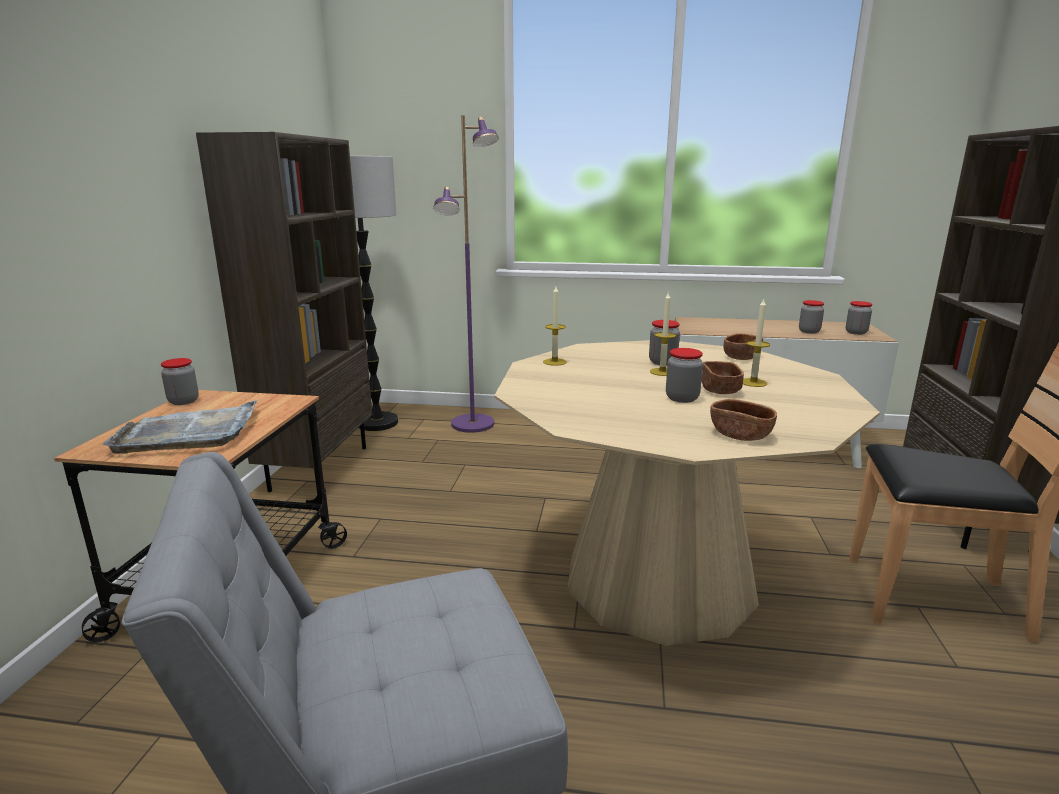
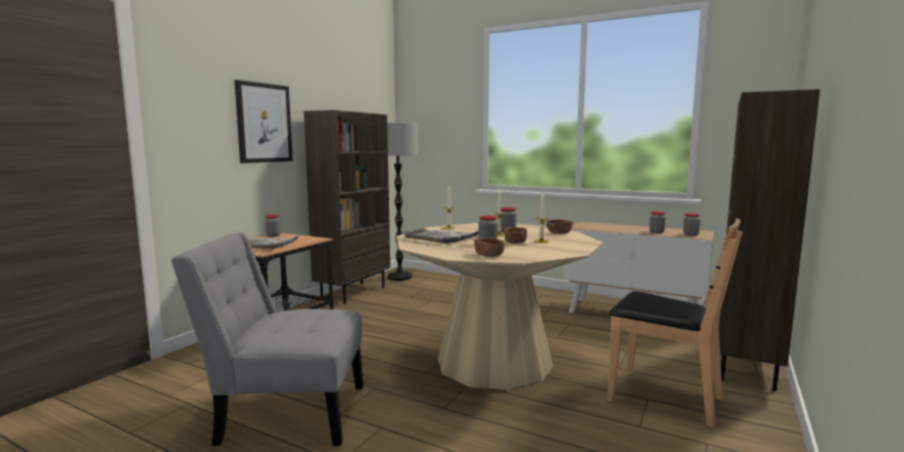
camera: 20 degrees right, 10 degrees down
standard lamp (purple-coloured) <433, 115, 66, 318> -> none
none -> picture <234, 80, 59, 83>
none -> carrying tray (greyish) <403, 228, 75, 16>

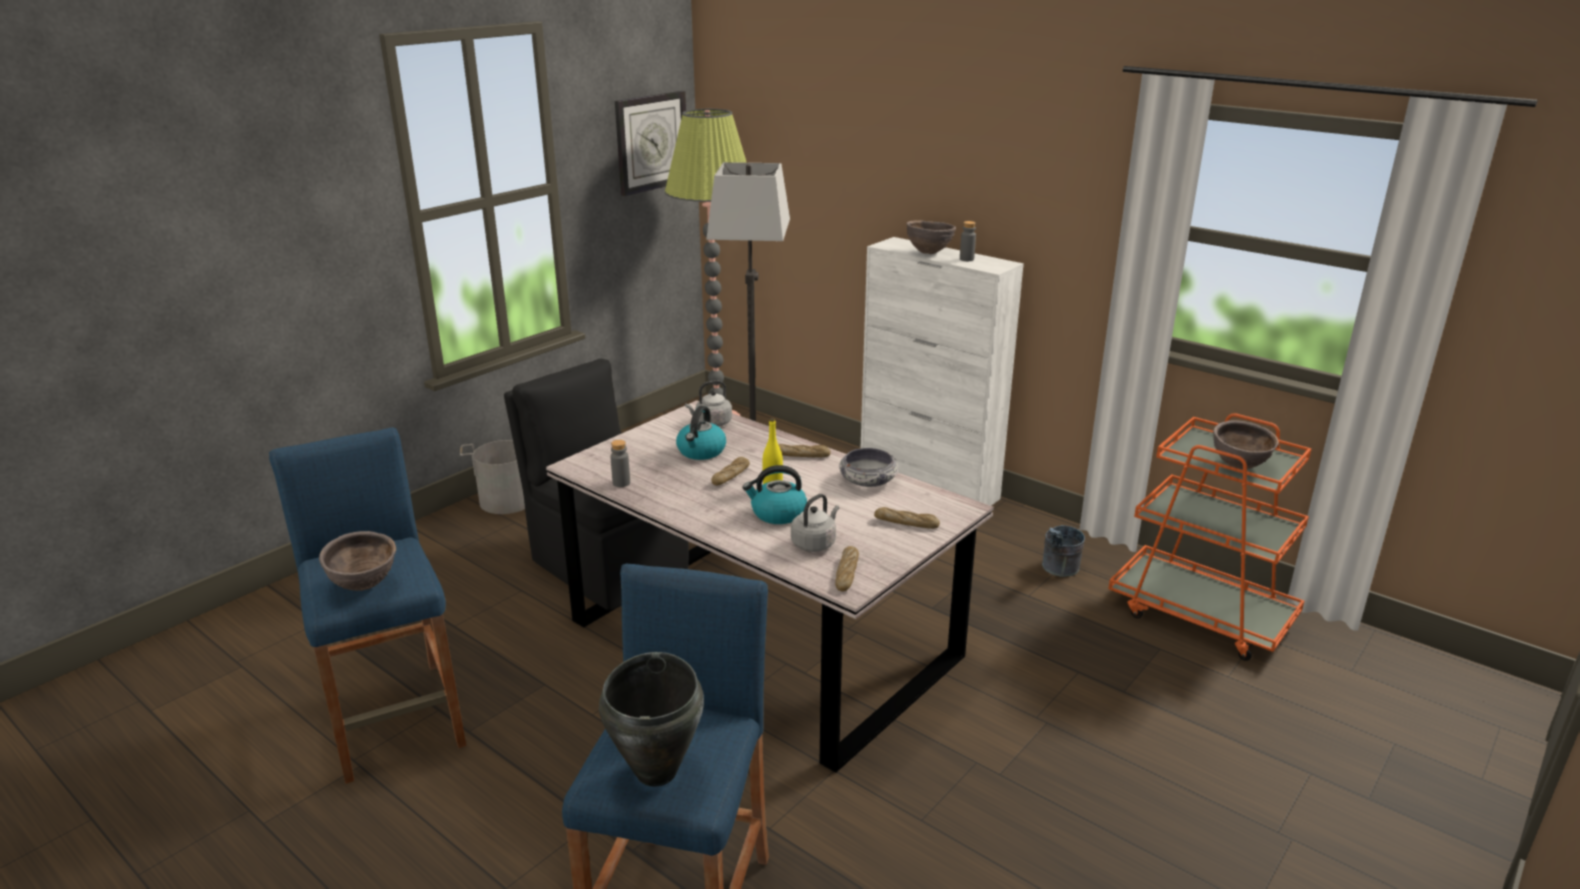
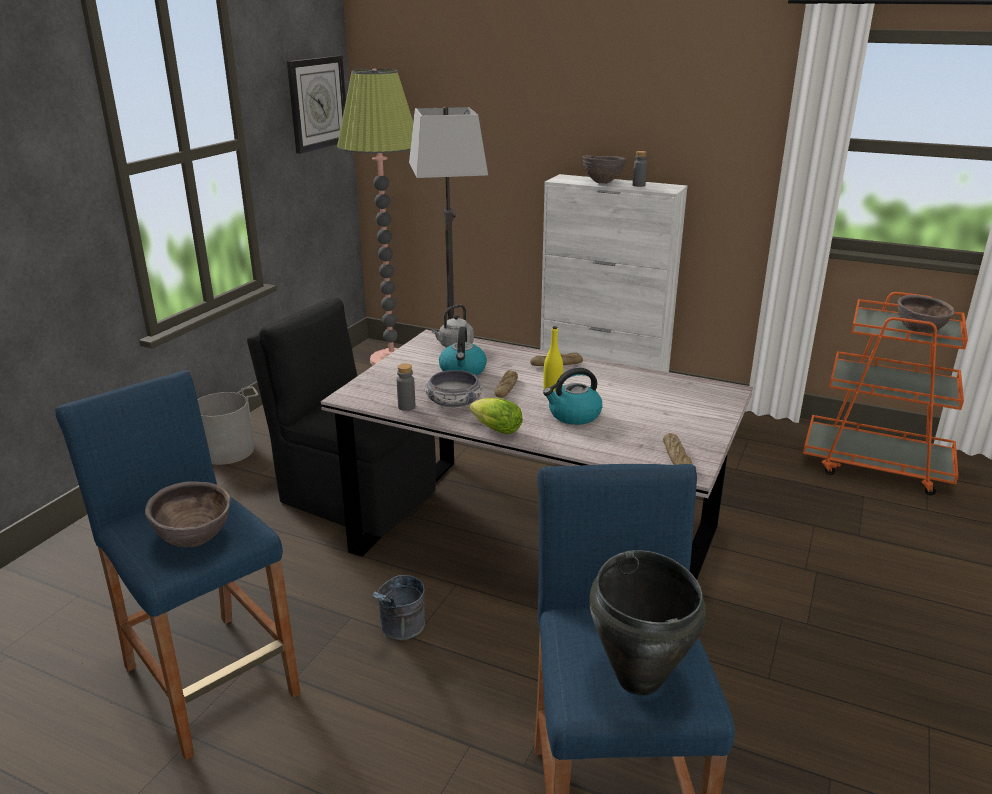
camera: 15 degrees left, 0 degrees up
bowl <839, 448, 59, 39> -> bowl <425, 370, 58, 37>, relocated
water kettle (greyish) <791, 494, 48, 58> -> none
baked bread <874, 507, 66, 22> -> none
pail (greyish) <1042, 525, 43, 52> -> pail (greyish) <372, 575, 53, 65>, relocated
none -> head of lettuce <470, 398, 53, 36>

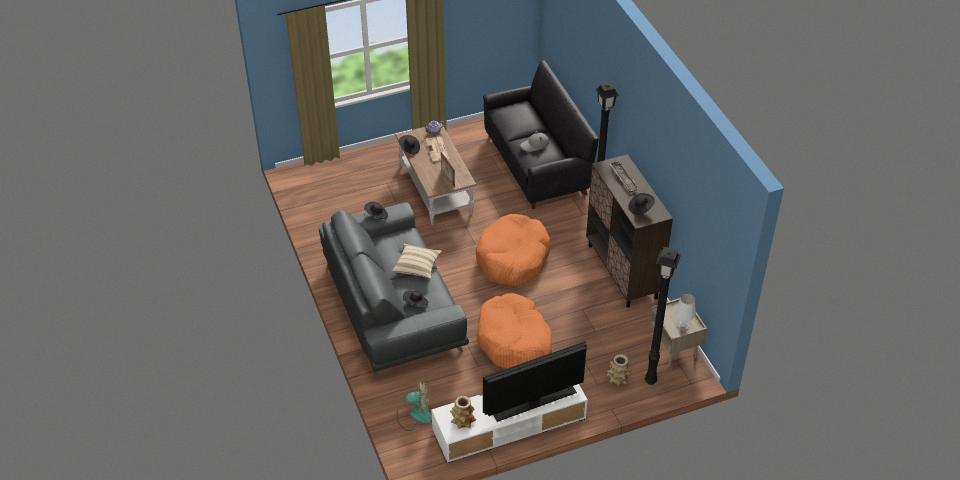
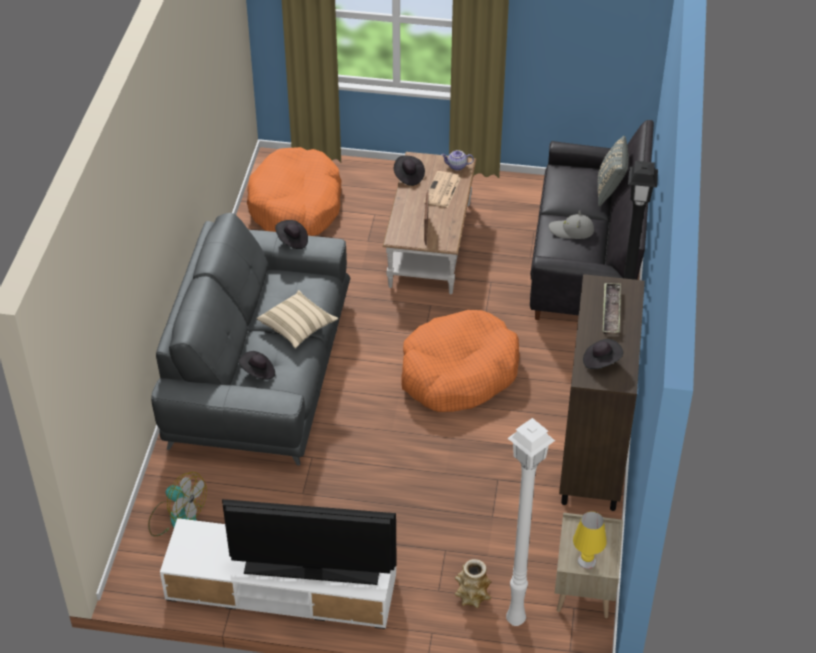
camera: 30 degrees right, 0 degrees up
standard lamp (black-coloured) <645, 247, 36, 138> -> standard lamp (white) <506, 418, 49, 208>
dog bed (orangey) <478, 293, 74, 76> -> dog bed (orangey) <247, 147, 94, 89>, relocated
lamp for a table (white) <675, 294, 21, 37> -> lamp for a table (yellowish) <573, 511, 34, 58>
decorative vase <450, 396, 26, 33> -> none
none -> pillow (greyish) <597, 136, 32, 71>

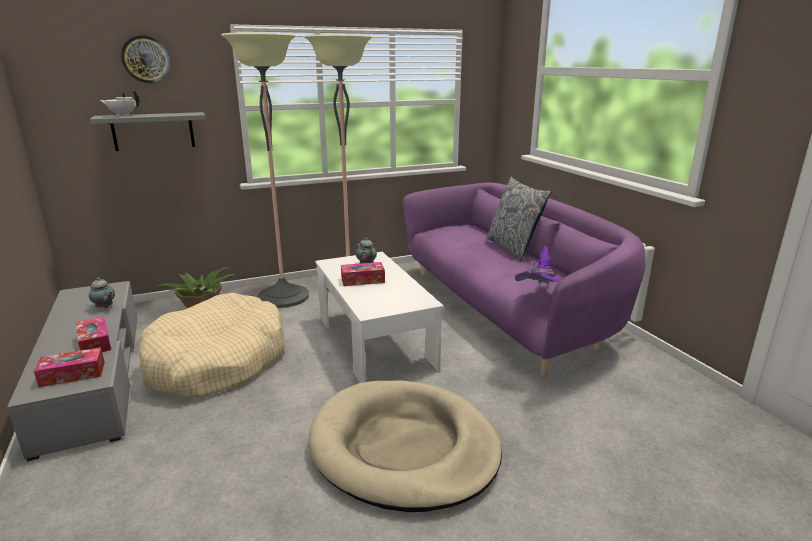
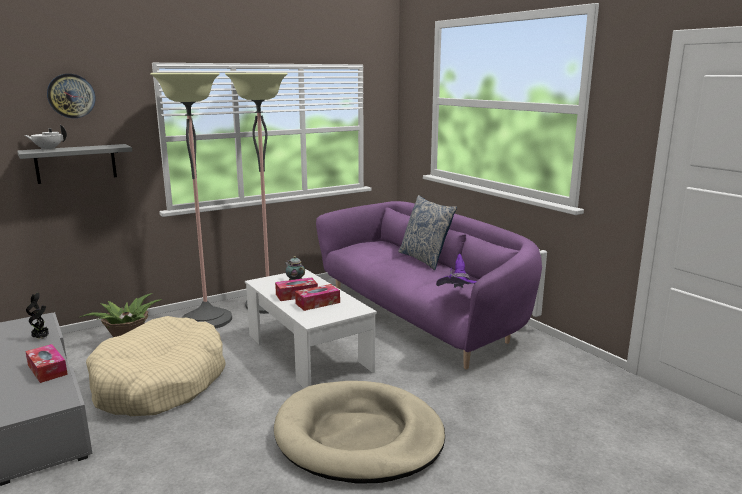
camera: 10 degrees left, 5 degrees down
tea pot <89, 278, 26, 30> -> potted plant <26, 293, 23, 46>
tissue holder <34, 347, 71, 40> -> tissue holder <295, 284, 45, 27>, relocated

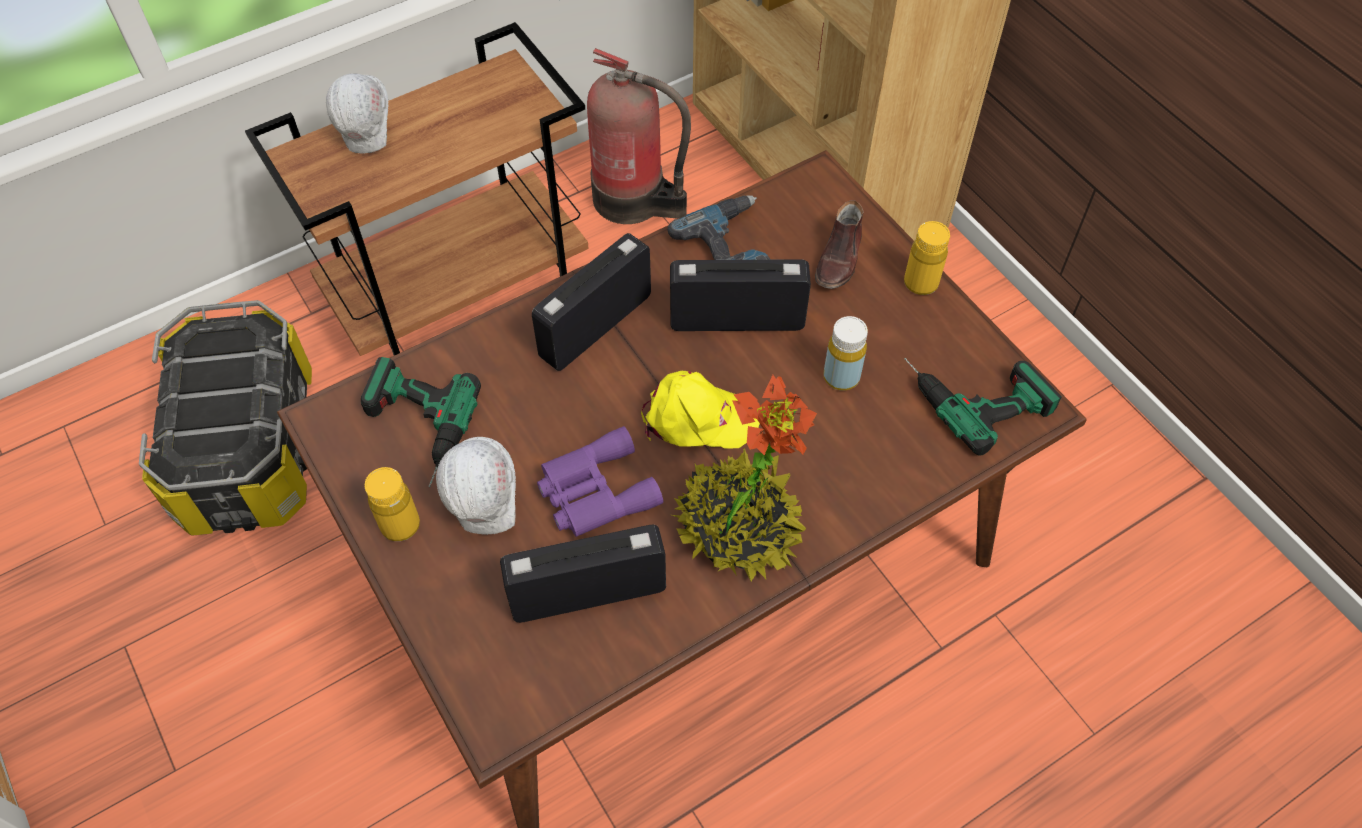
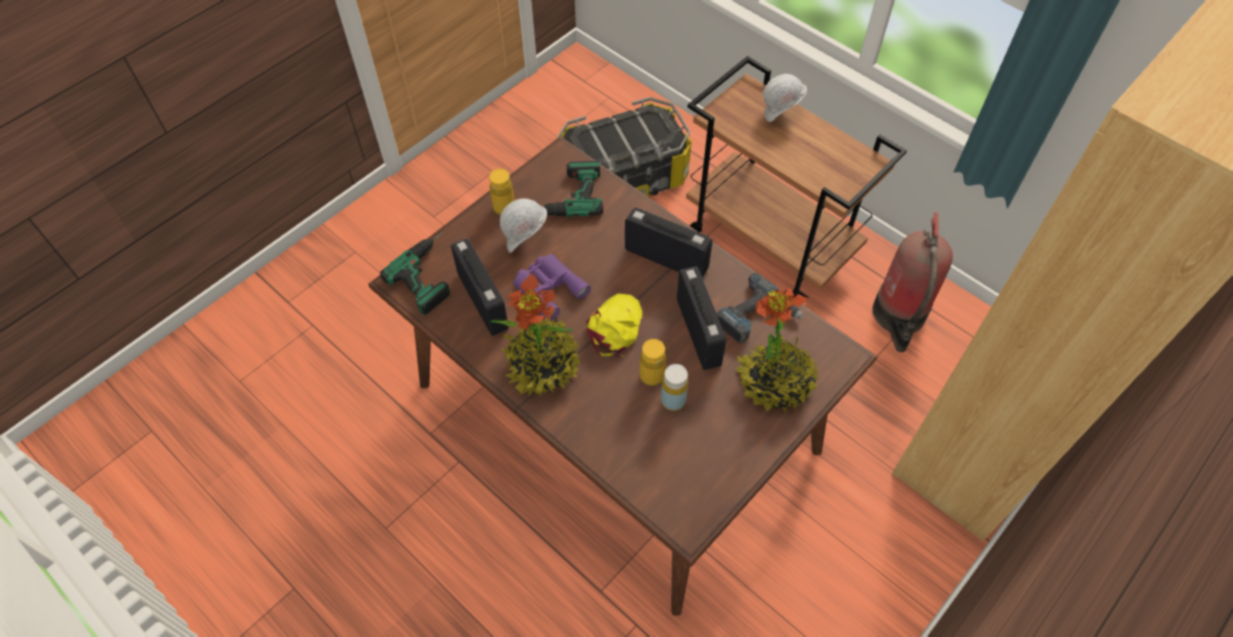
camera: 75 degrees right, 0 degrees up
shoe (brownish) <815, 200, 49, 89> -> potted plant <736, 288, 84, 124>
beverage bottle (yellowish) <904, 221, 46, 74> -> beverage bottle (yellowish) <640, 339, 26, 47>, relocated
drill <904, 358, 158, 98> -> drill <380, 232, 70, 83>, relocated
baseball cap (yellowish) <641, 371, 119, 78> -> baseball cap (yellowish) <586, 293, 56, 64>, 150 degrees counterclockwise

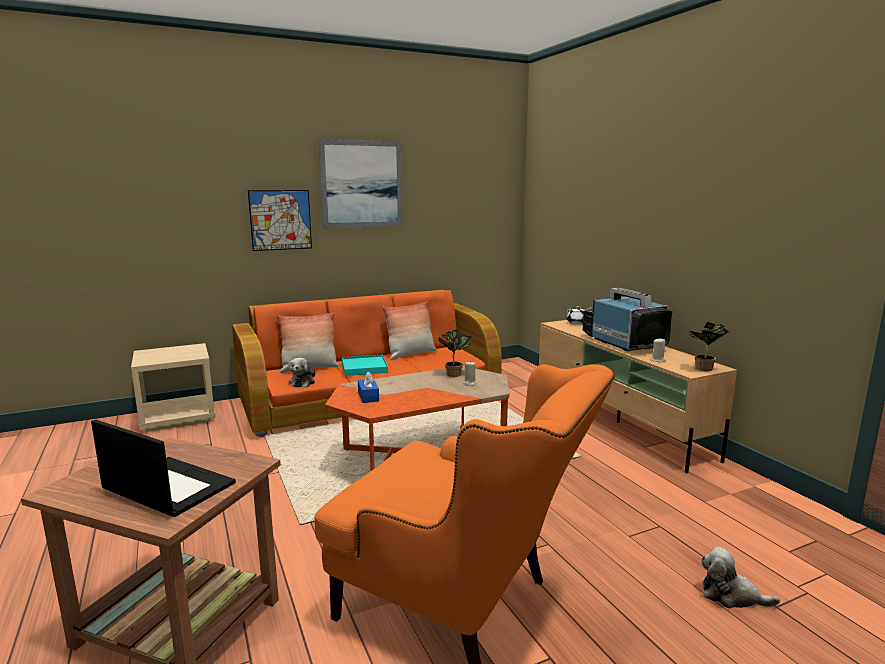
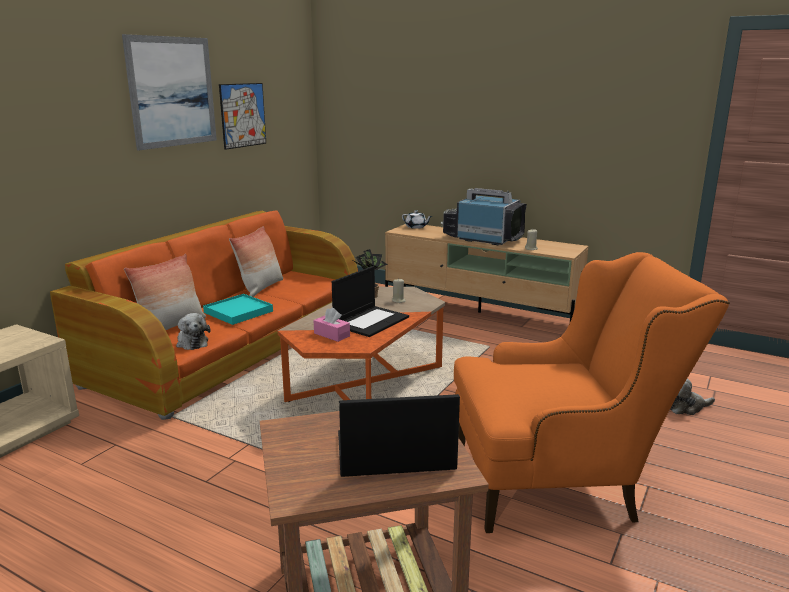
camera: 35 degrees left, 5 degrees up
picture <248, 190, 64, 61> -> picture <219, 83, 47, 67>, relocated
potted plant <688, 322, 41, 49> -> none
tissue holder (bluish) <358, 372, 21, 31> -> tissue holder (pink-coloured) <313, 308, 37, 34>
none -> portable computer <332, 266, 77, 71>

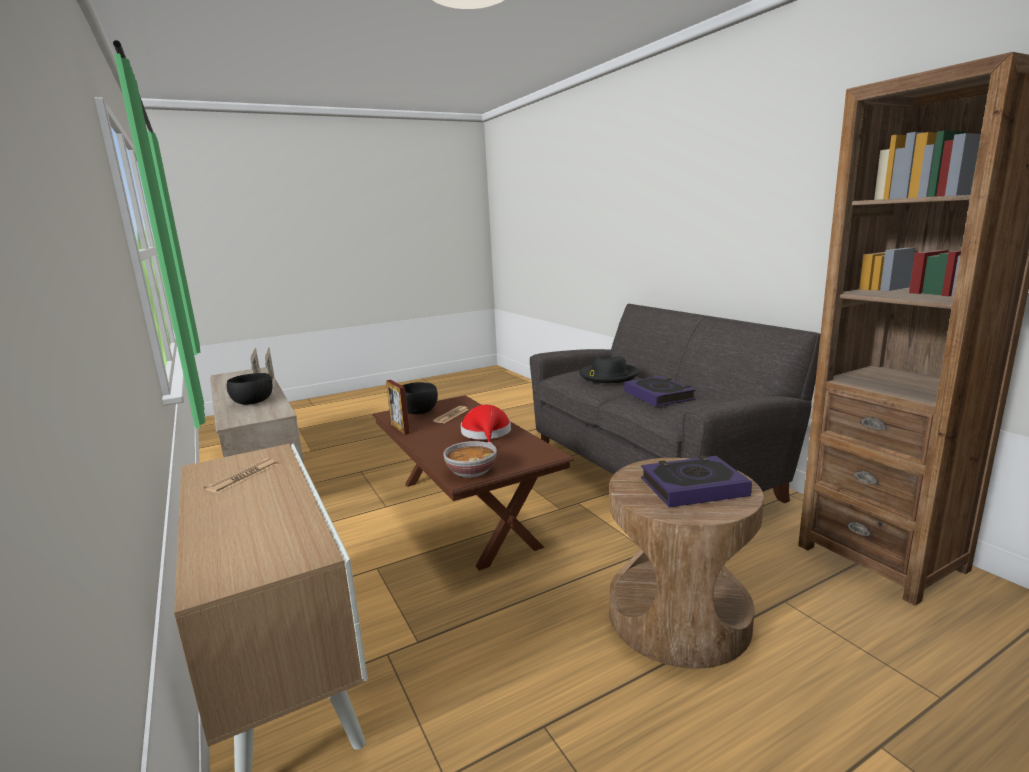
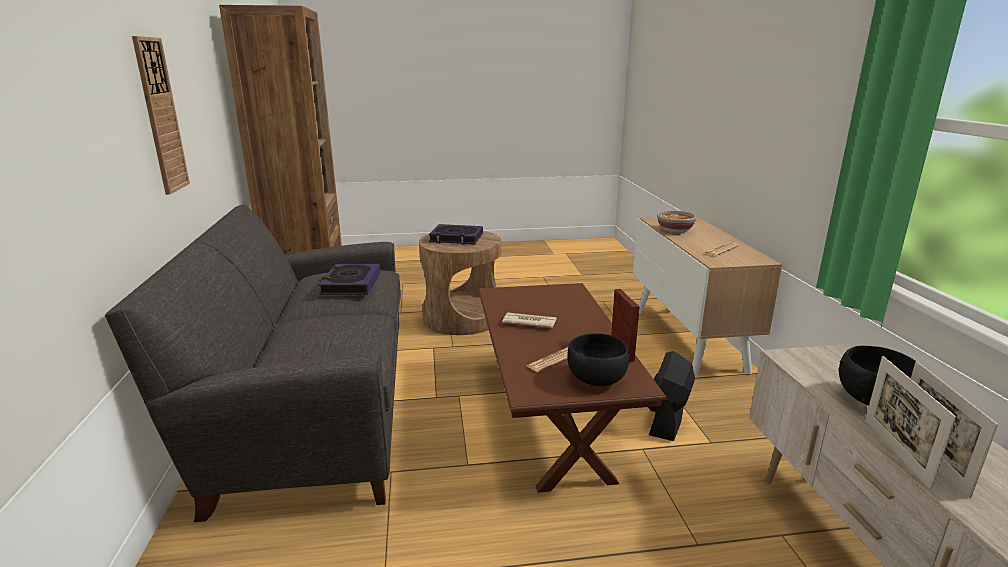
camera: 160 degrees left, 5 degrees up
clothing hat (black-coloured) <579, 356, 60, 27> -> none
clothing hat (reddish) <461, 405, 50, 40> -> daily paper <502, 312, 55, 16>
bowl <443, 441, 54, 37> -> bowl <657, 210, 40, 23>, relocated
none -> clock on the wall <132, 36, 58, 159>
none -> electric fan (black-coloured) <648, 351, 47, 90>

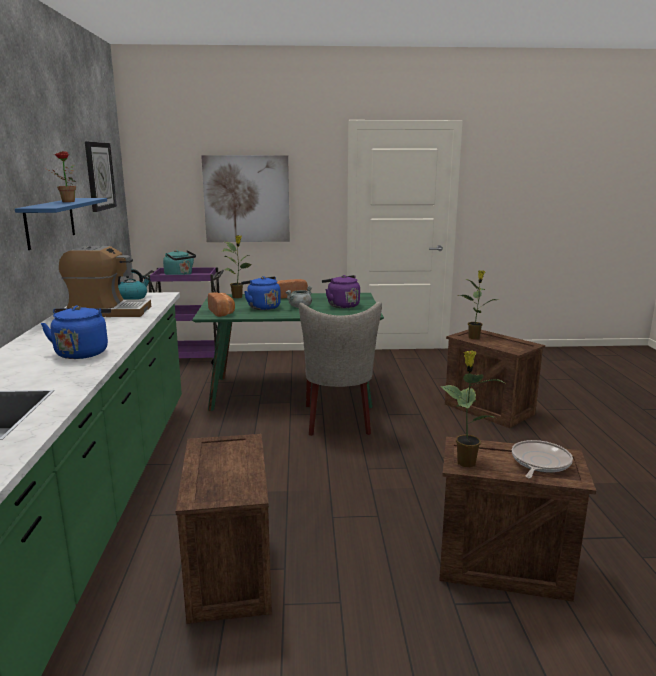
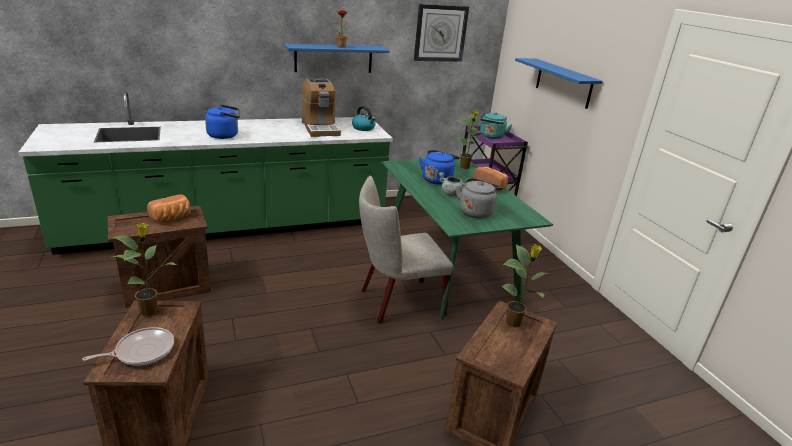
camera: 70 degrees right, 10 degrees up
picture <201, 155, 89, 87> -> bracket shelf (bluish) <515, 58, 88, 51>
water kettle (purple-coloured) <322, 275, 38, 33> -> water kettle (greyish) <456, 178, 47, 41>
baked bread <208, 292, 27, 25> -> baked bread <147, 194, 44, 28>, relocated
frying pan <512, 440, 61, 38> -> frying pan <82, 327, 92, 39>, 45 degrees counterclockwise

